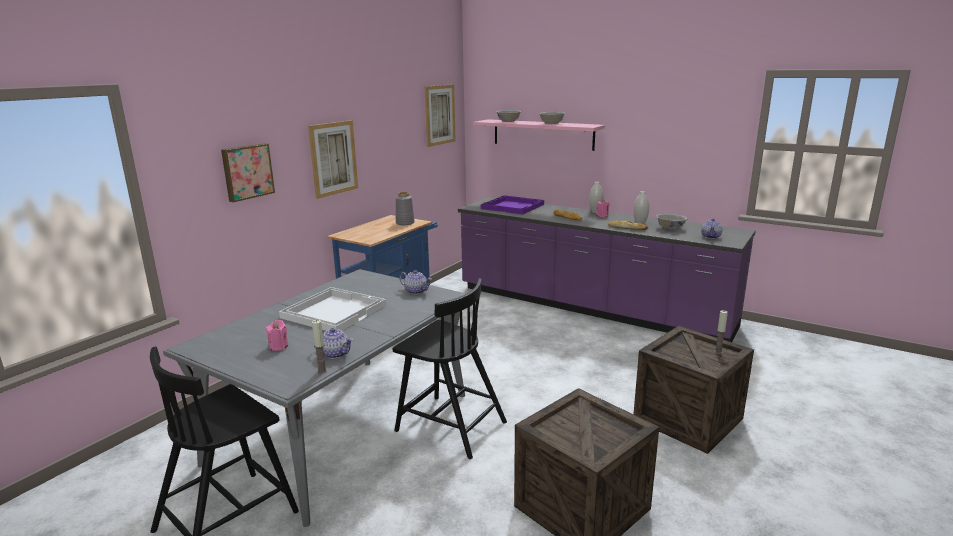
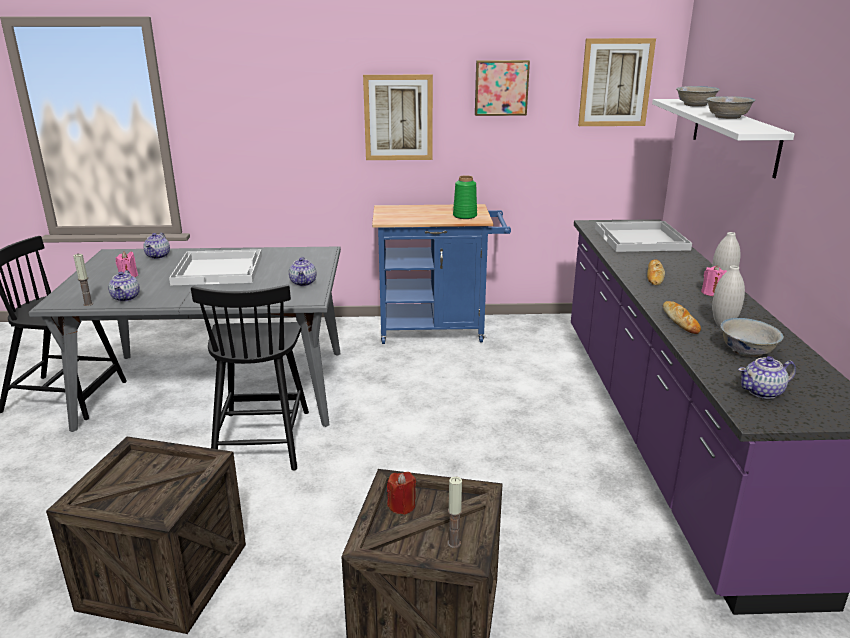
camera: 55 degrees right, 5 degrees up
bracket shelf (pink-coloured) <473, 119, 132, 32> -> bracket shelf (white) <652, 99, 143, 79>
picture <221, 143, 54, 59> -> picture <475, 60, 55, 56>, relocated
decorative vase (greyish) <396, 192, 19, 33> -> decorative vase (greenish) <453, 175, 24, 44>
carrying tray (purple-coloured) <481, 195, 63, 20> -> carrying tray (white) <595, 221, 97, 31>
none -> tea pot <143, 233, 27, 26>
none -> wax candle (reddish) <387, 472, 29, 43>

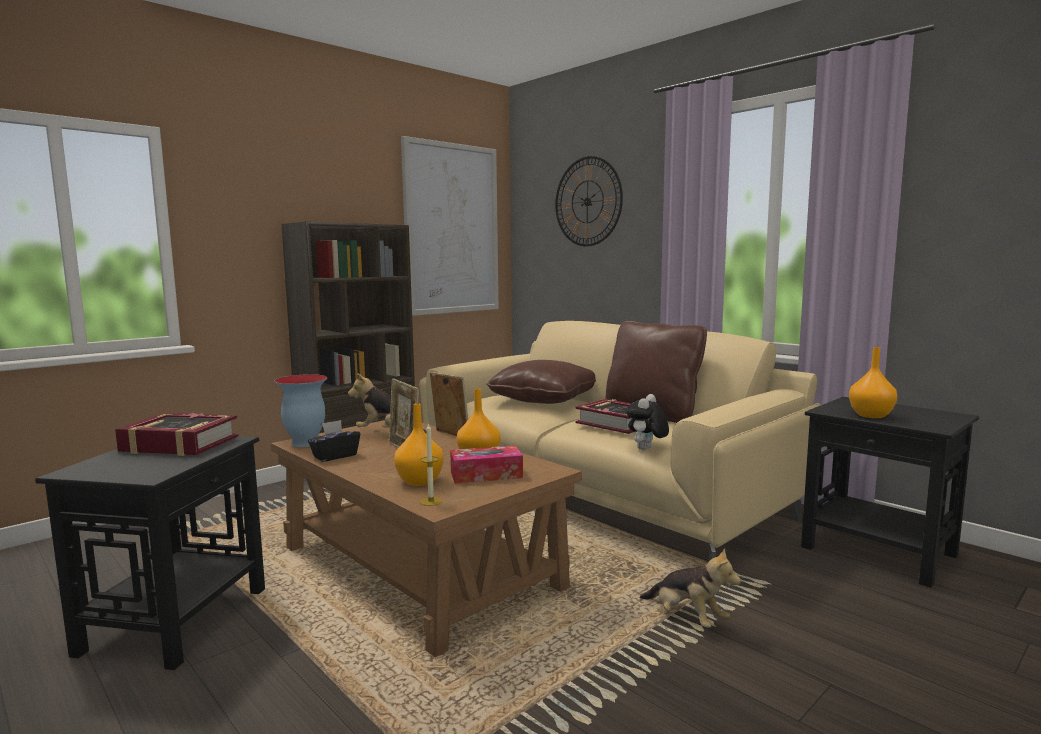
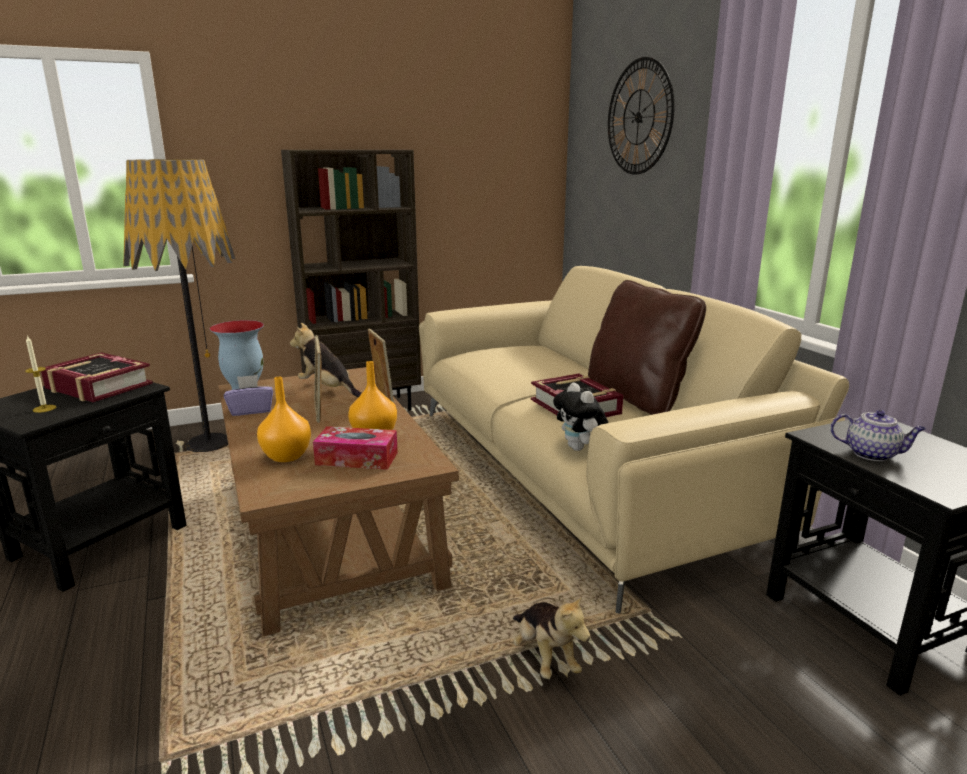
camera: 20 degrees right, 10 degrees up
picture <401, 136, 98, 180> -> none
decorative vase (orangey) <849, 347, 48, 71> -> tea pot <830, 410, 96, 51>
pillow (brownish) <486, 360, 110, 44> -> none
plush toy <626, 394, 43, 56> -> plush toy <553, 383, 55, 68>, 75 degrees counterclockwise
tissue holder (black-coloured) <308, 420, 52, 42> -> tissue holder (purple-coloured) <224, 375, 49, 41>
wax candle <420, 423, 22, 83> -> wax candle <25, 335, 31, 78>, relocated
none -> standard lamp <123, 159, 113, 293>

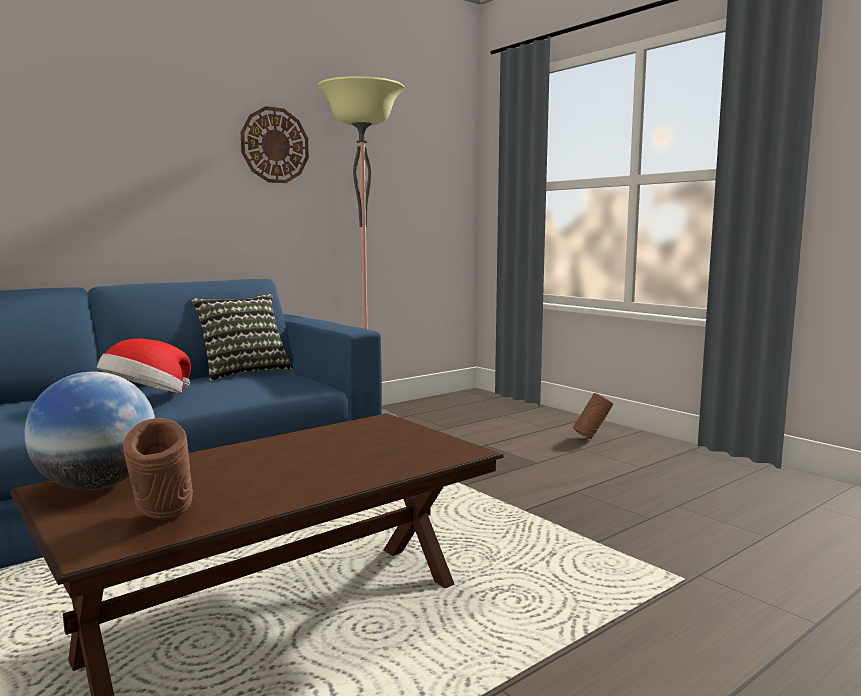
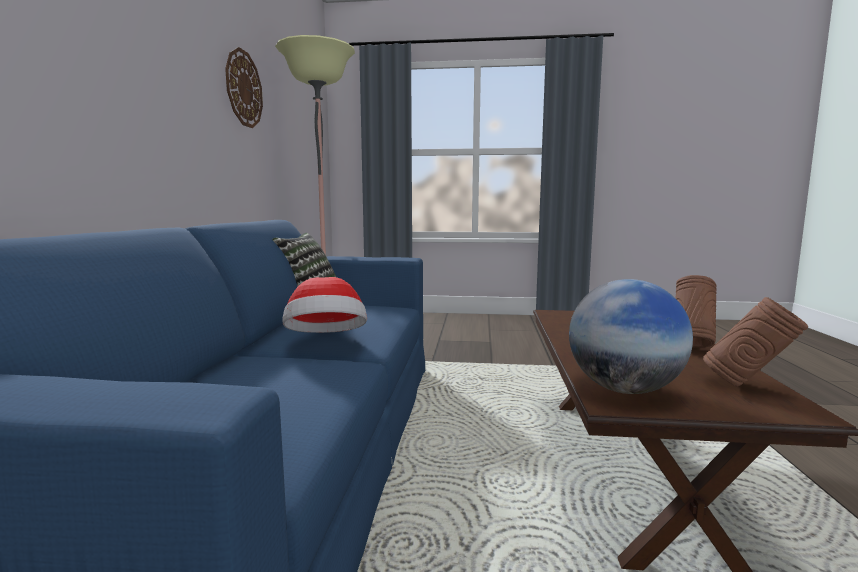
camera: 45 degrees left, 0 degrees up
decorative vase (brownish) <573, 393, 40, 46> -> decorative vase (brownish) <676, 275, 41, 73>, relocated

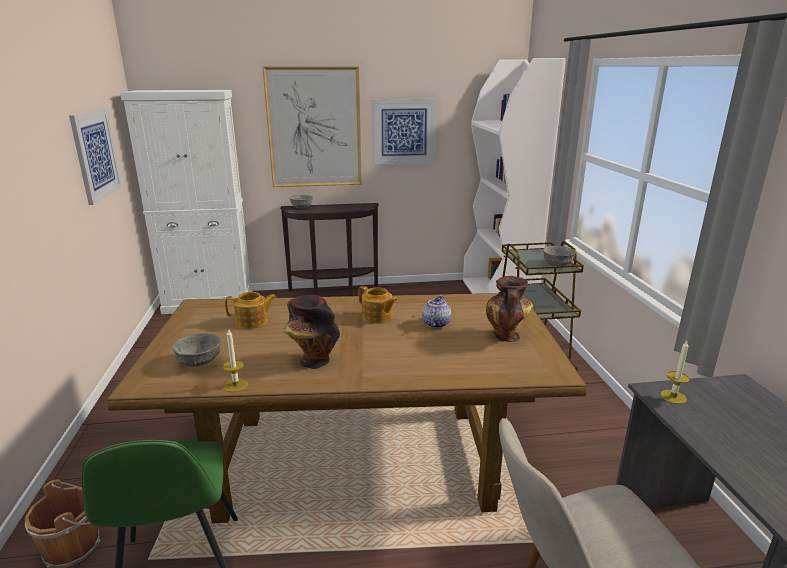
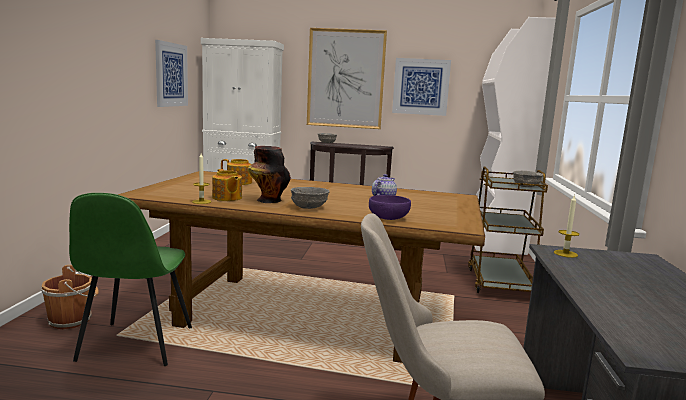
camera: 15 degrees right, 10 degrees down
decorative vase <486, 276, 47, 66> -> none
tea pot <359, 286, 39, 38> -> tea pot <212, 169, 30, 32>, relocated
bowl (greyish) <172, 333, 49, 34> -> bowl (greyish) <291, 187, 39, 22>, relocated
none -> bowl (purple-coloured) <369, 195, 42, 25>

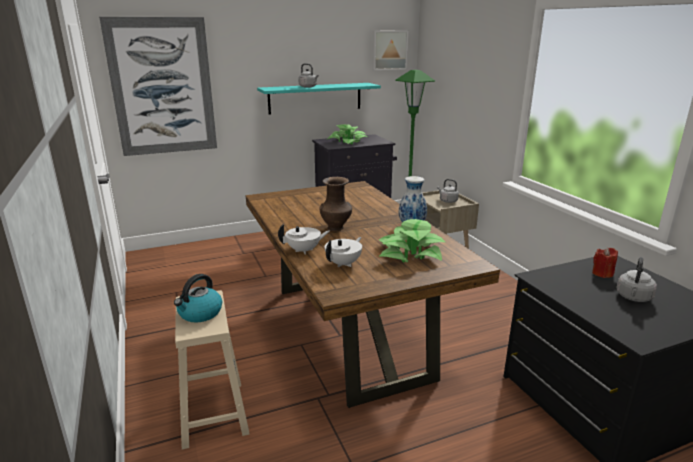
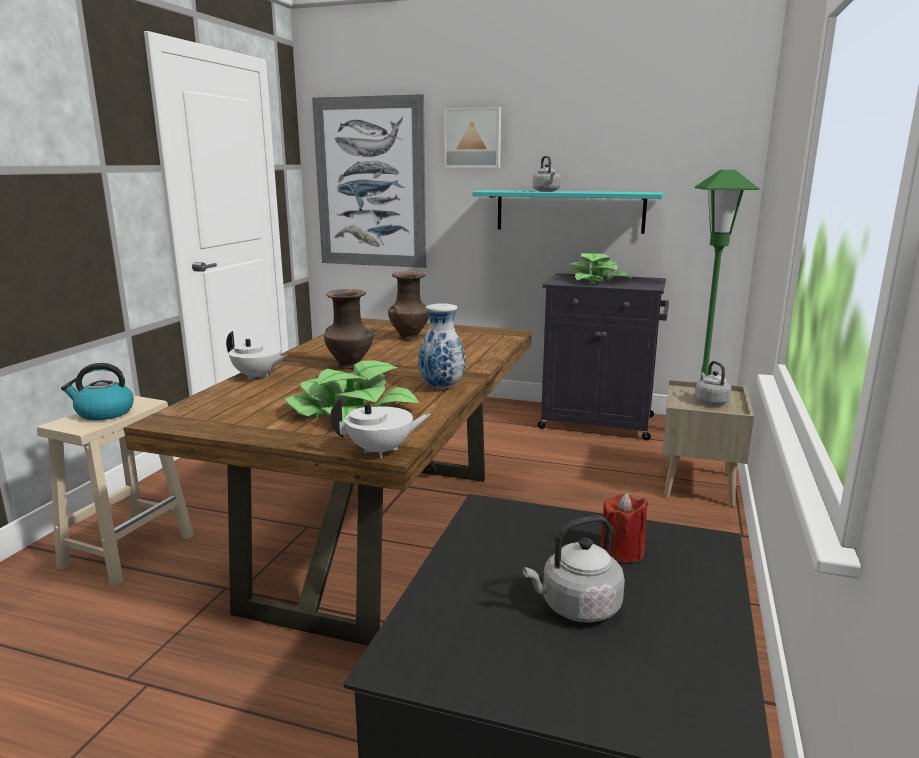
camera: 40 degrees right, 5 degrees down
picture <372, 31, 36, 39> -> picture <444, 107, 57, 61>, relocated
tea pot (white) <325, 237, 37, 30> -> tea pot (white) <330, 397, 101, 61>, relocated
none -> decorative vase (brownish) <388, 271, 41, 69>

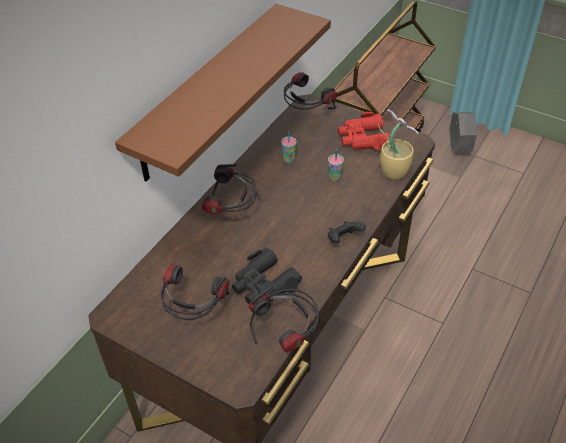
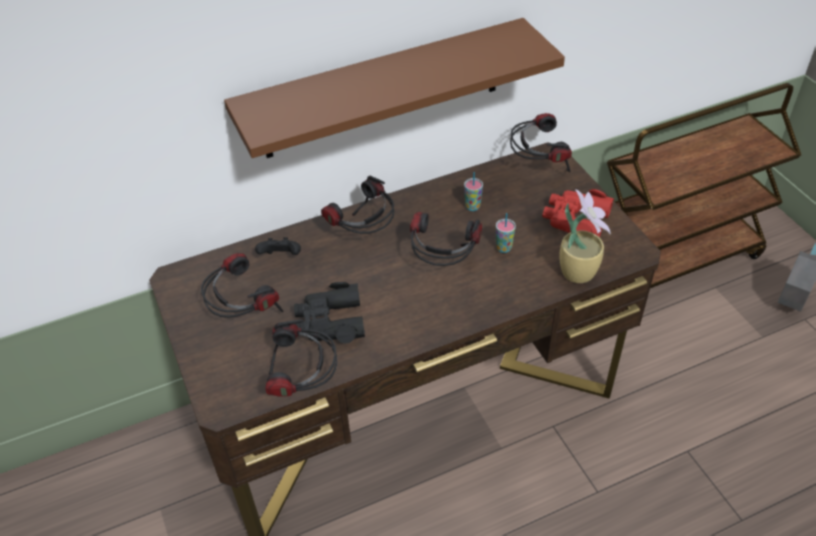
camera: 35 degrees right, 0 degrees up
gamepad (black-coloured) <328, 221, 38, 22> -> gamepad (black-coloured) <255, 237, 46, 18>, relocated
none -> headset <410, 212, 72, 54>

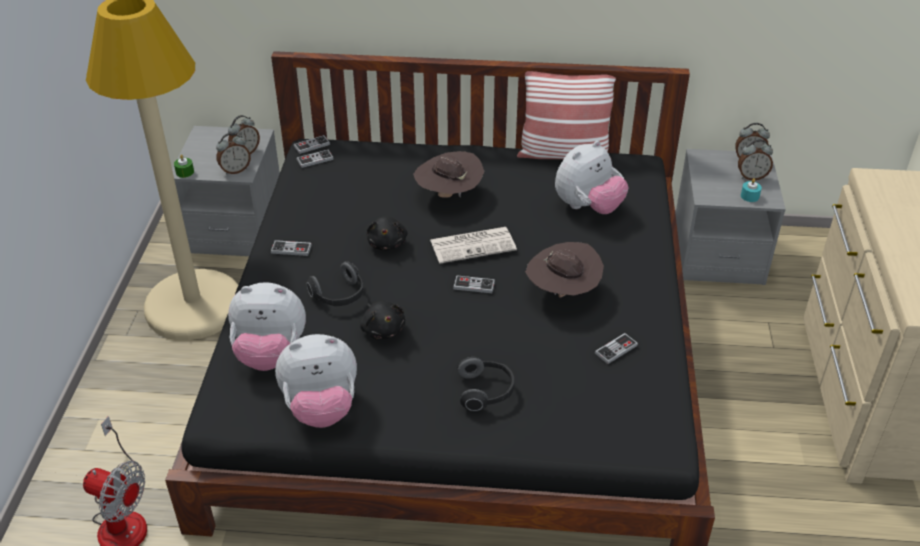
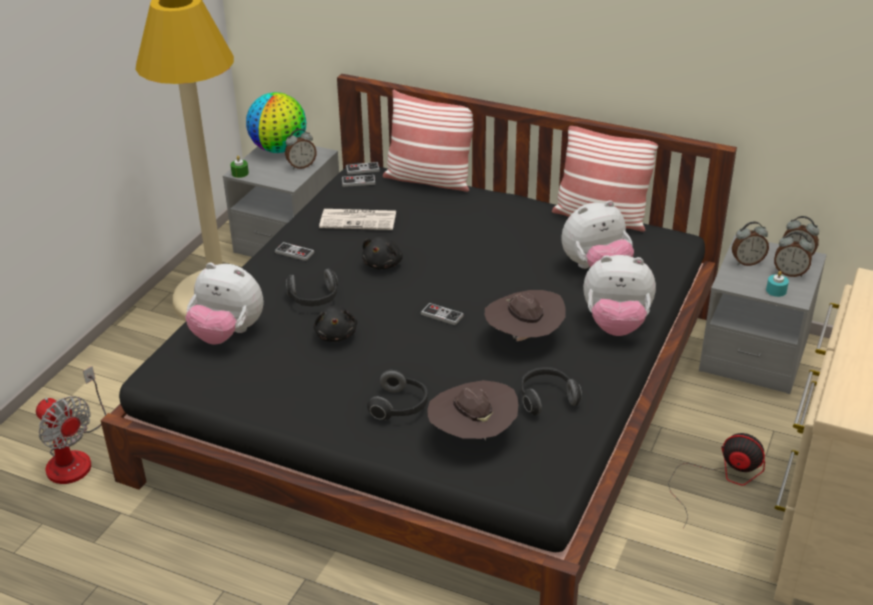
camera: 20 degrees right, 5 degrees down
table clock <216, 133, 35, 42> -> table clock <732, 222, 37, 44>, relocated
clothing hat (brownish) <413, 151, 71, 46> -> clothing hat (brownish) <427, 380, 91, 61>, relocated
daily paper <430, 227, 87, 36> -> daily paper <319, 209, 77, 21>, relocated
gamepad <595, 333, 43, 31> -> headset <521, 367, 61, 48>
plush toy <275, 334, 82, 94> -> plush toy <583, 255, 73, 81>, relocated
none -> pillow <383, 90, 91, 102>
none -> desk globe <246, 92, 60, 61>
none -> electric fan <668, 433, 97, 95>

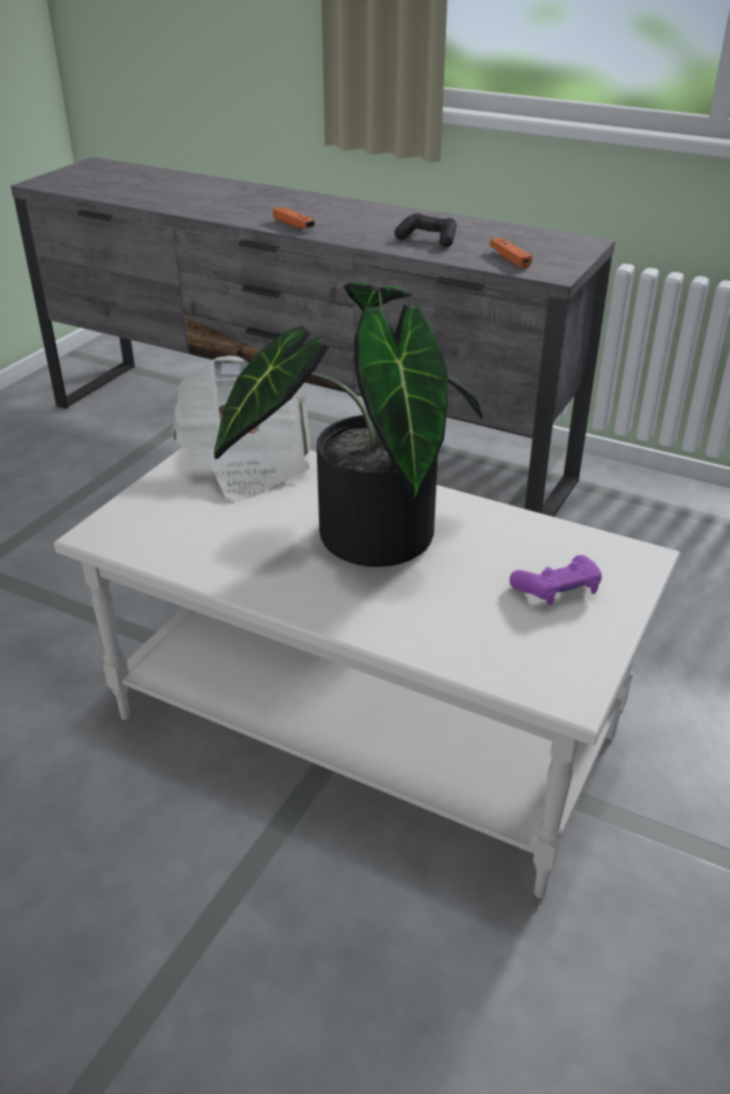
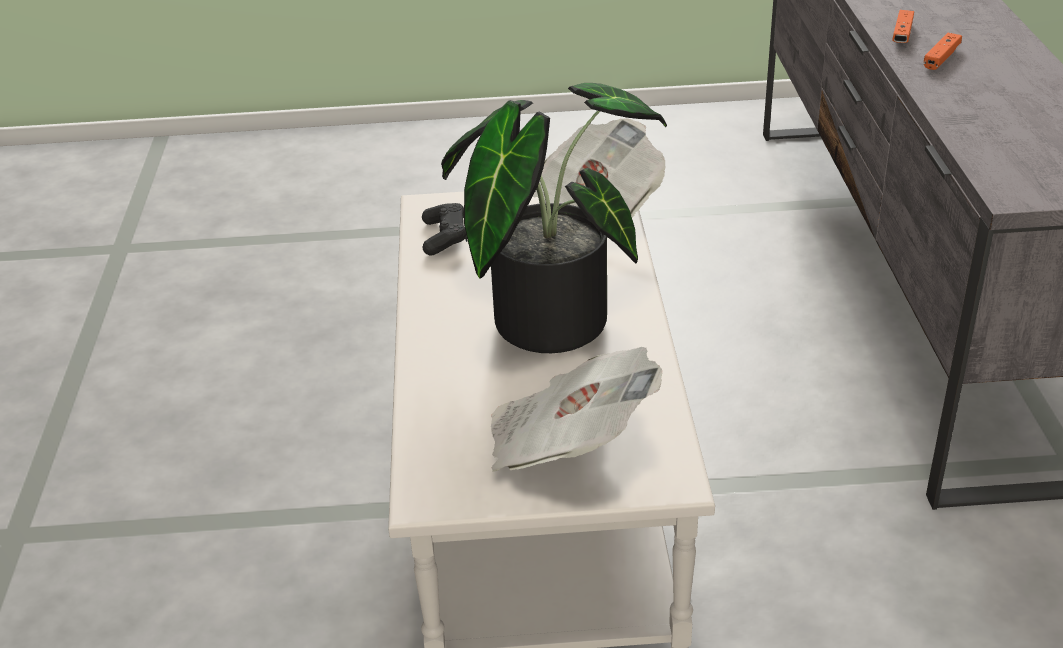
camera: 60 degrees right, 0 degrees up
gamepad (black-coloured) <395, 213, 62, 34> -> gamepad (black-coloured) <422, 203, 45, 53>, relocated
gamepad (orangey) <490, 238, 42, 31> -> gamepad (orangey) <924, 33, 38, 37>, relocated
gamepad (purple-coloured) <510, 555, 92, 50> -> daily paper <491, 347, 171, 125>

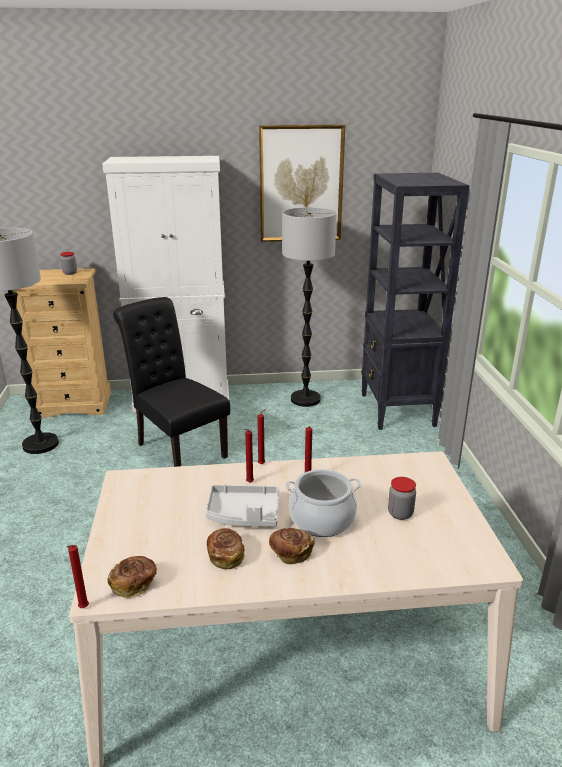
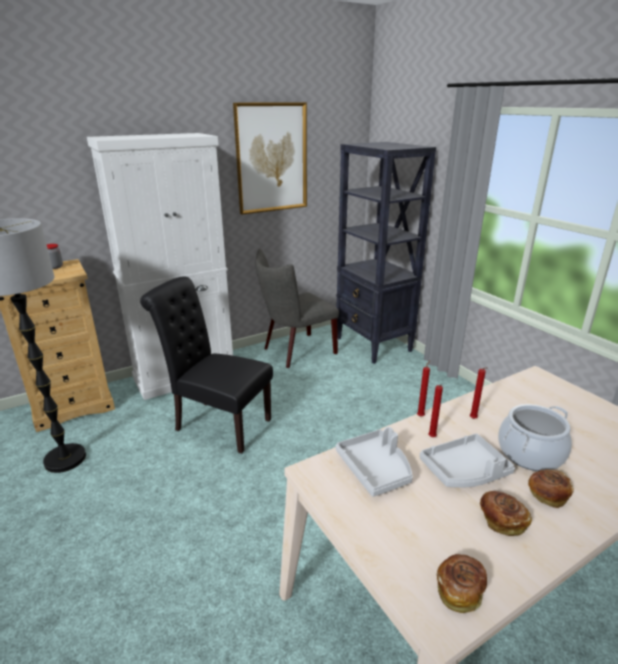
camera: 25 degrees left, 0 degrees up
standard lamp <282, 207, 55, 200> -> upright chair (greyish) <255, 249, 84, 119>
jar <388, 477, 28, 43> -> none
wax candle (reddish) <66, 545, 23, 63> -> none
none -> carrying tray (greyish) <336, 427, 77, 70>

